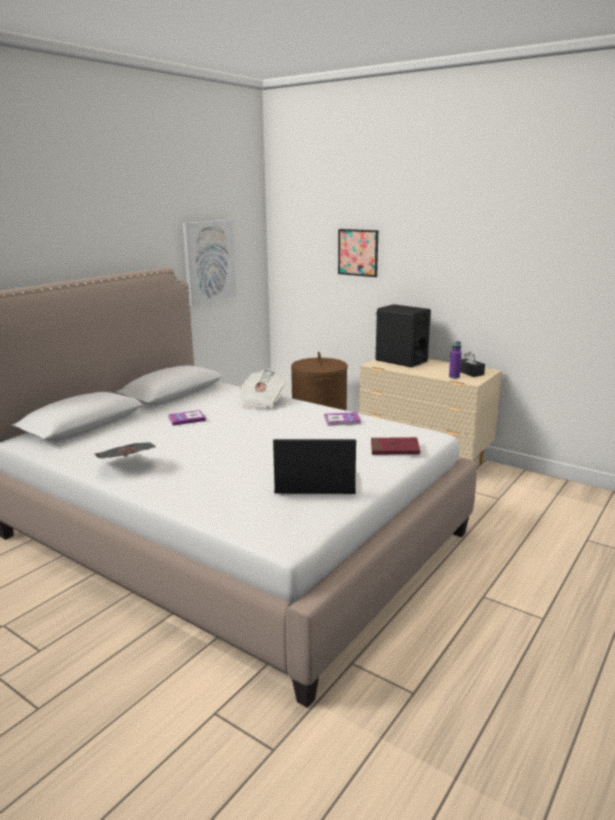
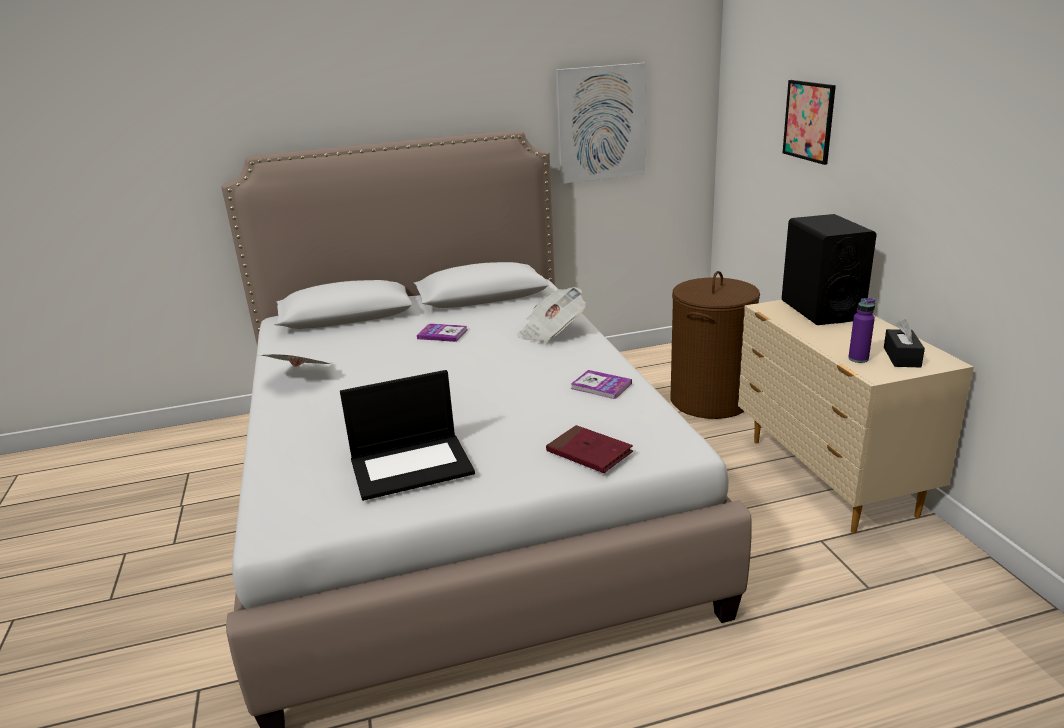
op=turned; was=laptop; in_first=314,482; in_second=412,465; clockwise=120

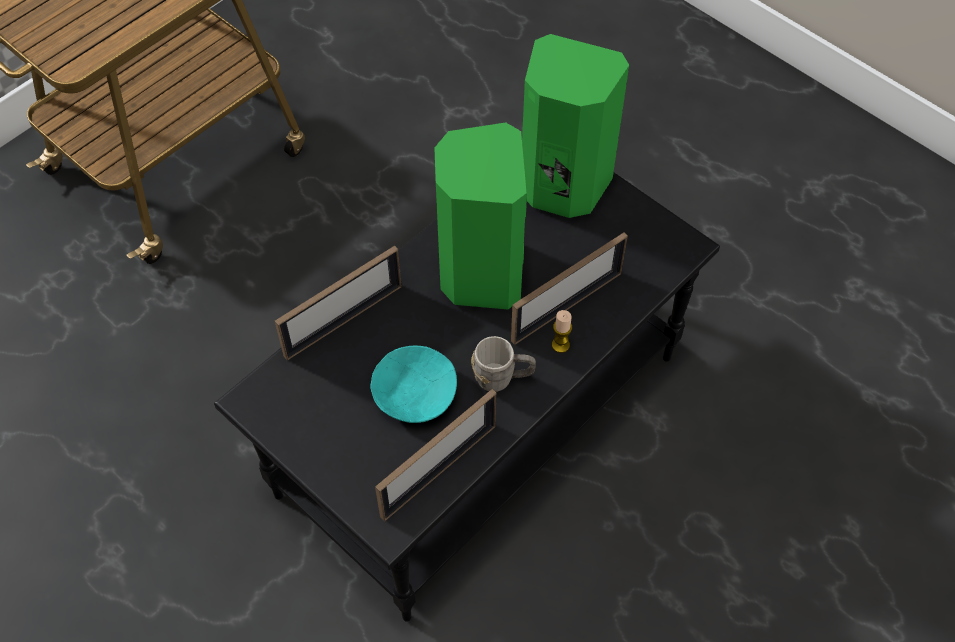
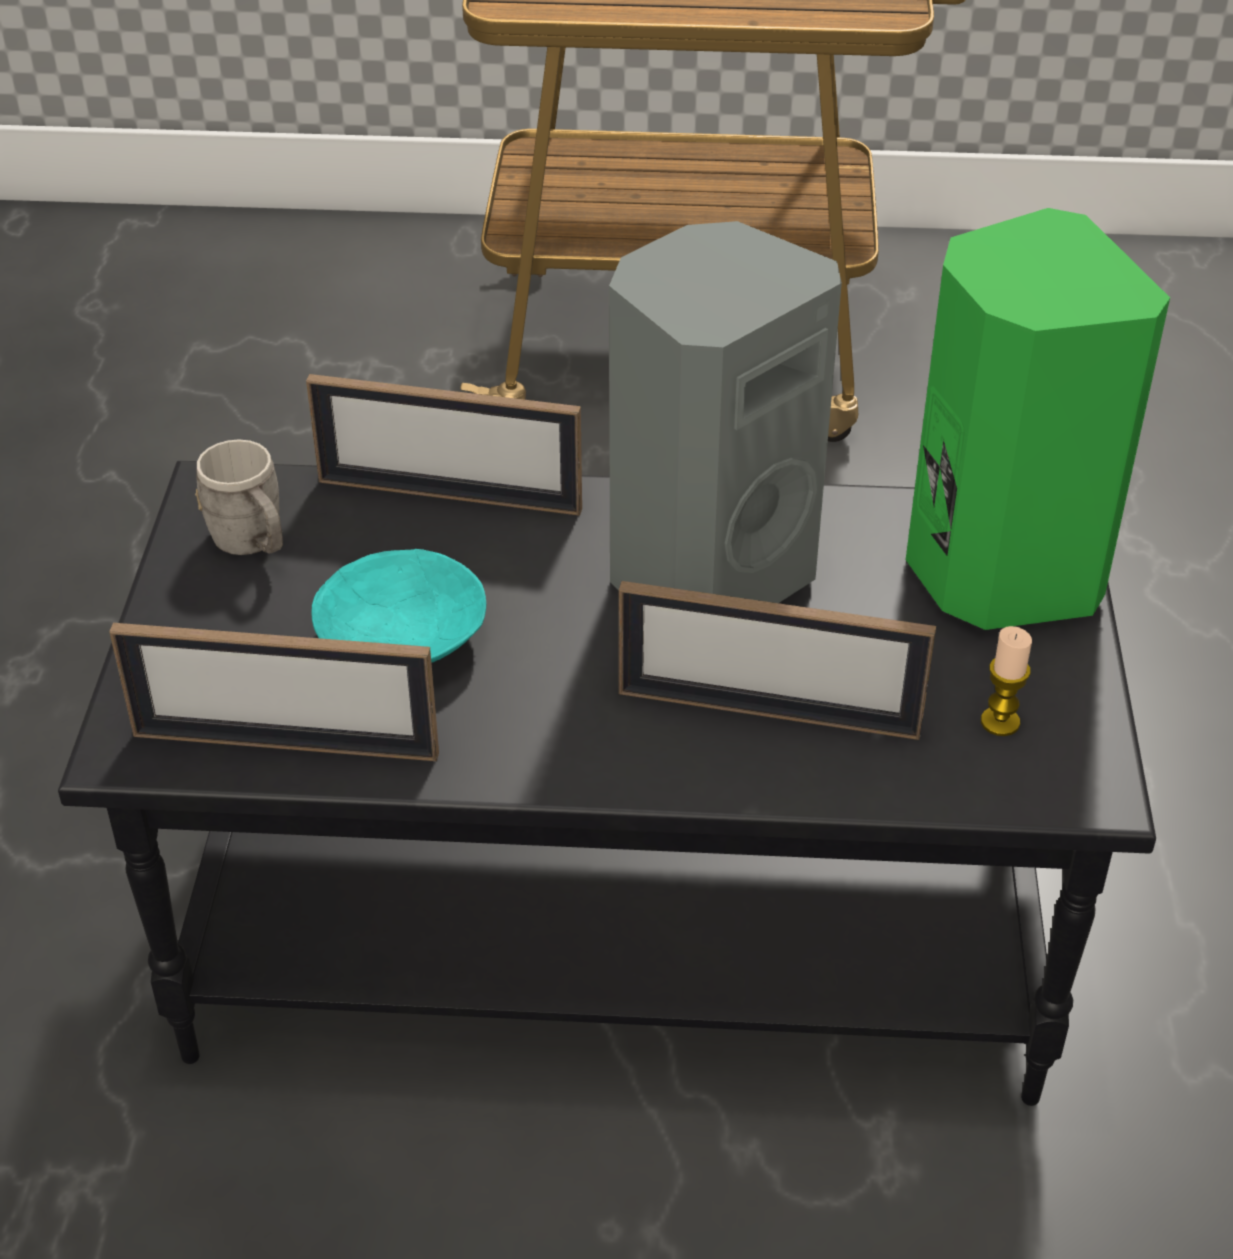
op=recoloured; was=green speaker; now=grey speaker; in_first=479,273; in_second=706,579
op=moved; was=grey mug; in_first=502,378; in_second=253,544
op=moved; was=candle; in_first=560,345; in_second=1000,722

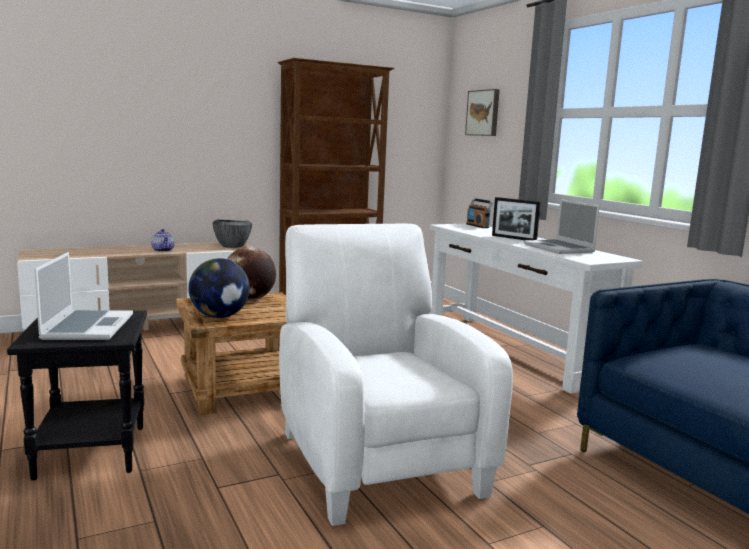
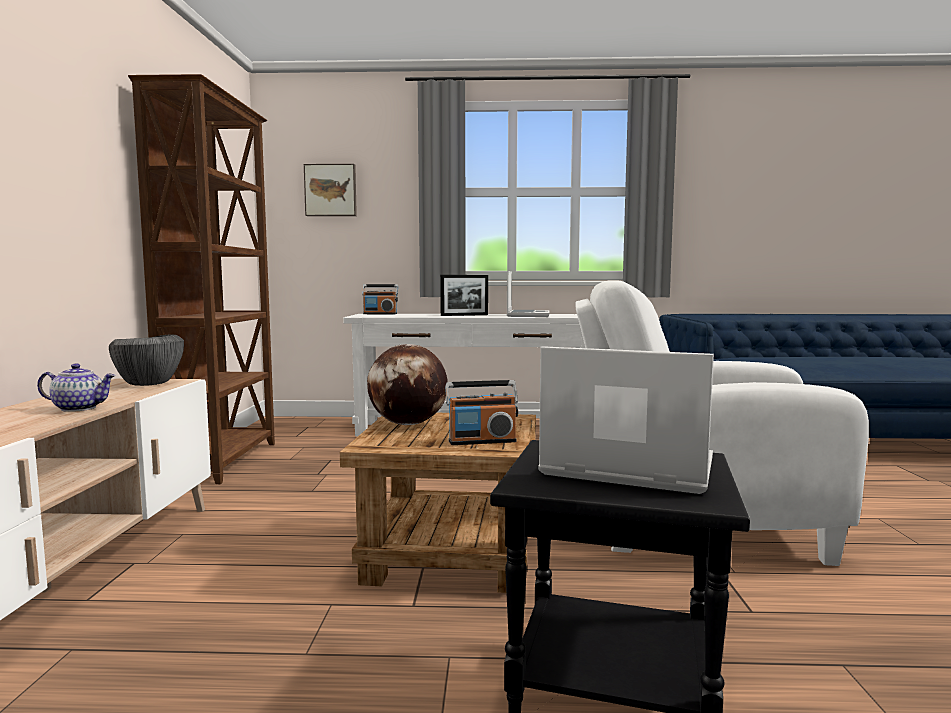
op=replaced; was=globe; now=radio; in_first=220,316; in_second=482,441
op=turned; was=laptop; in_first=559,248; in_second=527,315; clockwise=-90

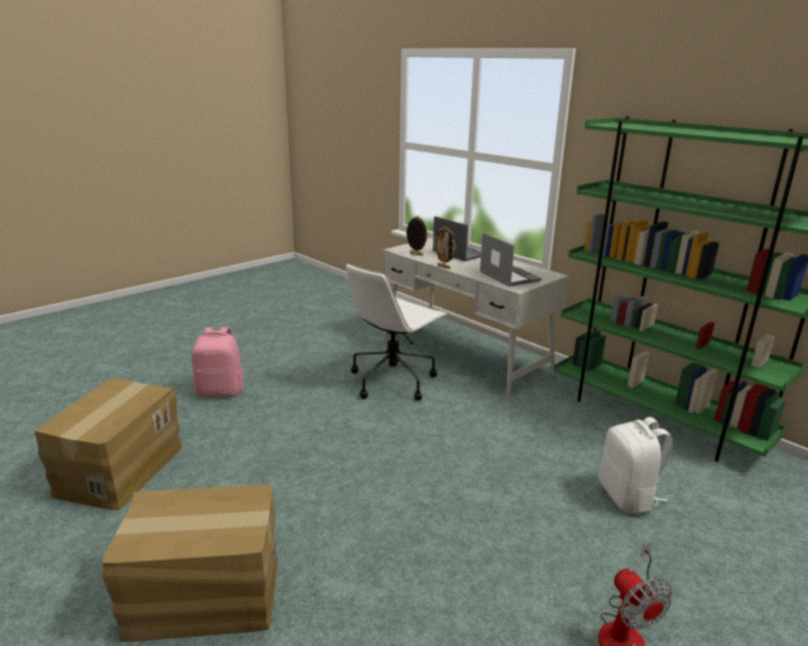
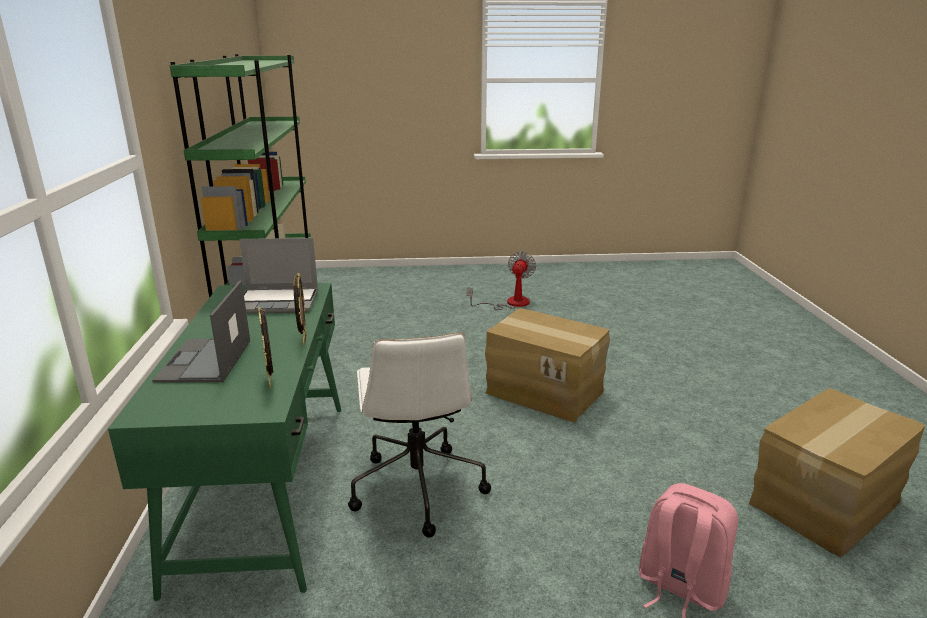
op=moved; was=cardboard box; in_first=204,596; in_second=545,391
op=turned; was=white office chair; in_first=393,380; in_second=417,487; clockwise=90
op=recoloured; was=white desk; now=green desk; in_first=464,355; in_second=267,485
op=turned; was=laptop; in_first=508,276; in_second=279,302; clockwise=-105
op=removed; was=white backpack; in_first=628,497

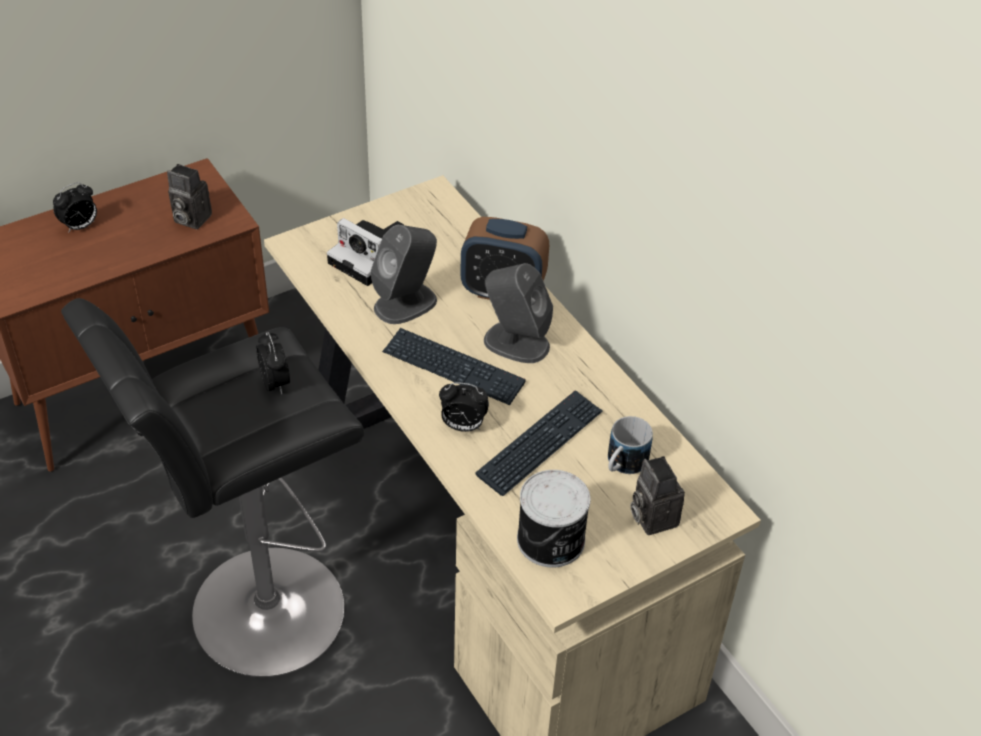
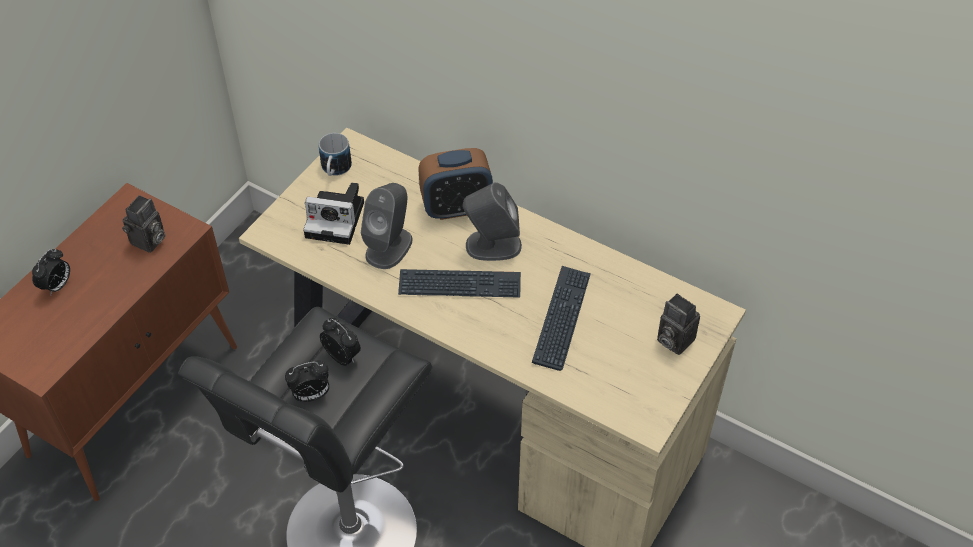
op=turned; was=photo camera; in_first=189,218; in_second=149,242; clockwise=-60
op=moved; was=alarm clock; in_first=462,426; in_second=311,395
op=removed; was=can; in_first=552,541
op=moved; was=mug; in_first=622,465; in_second=335,170

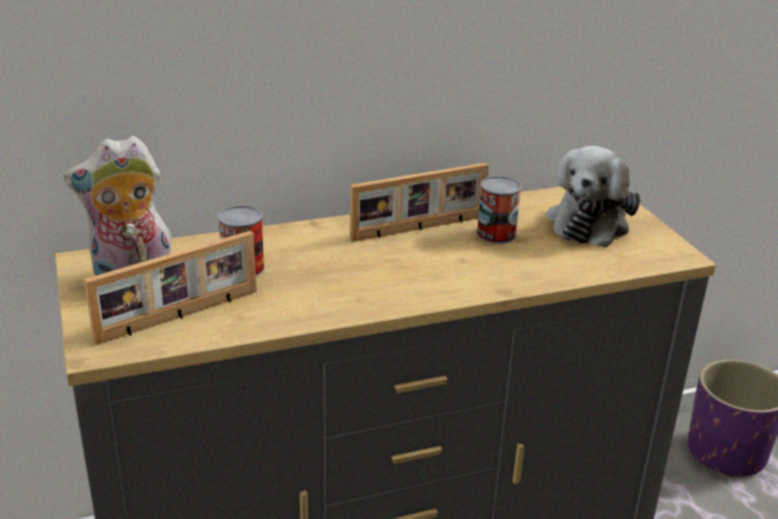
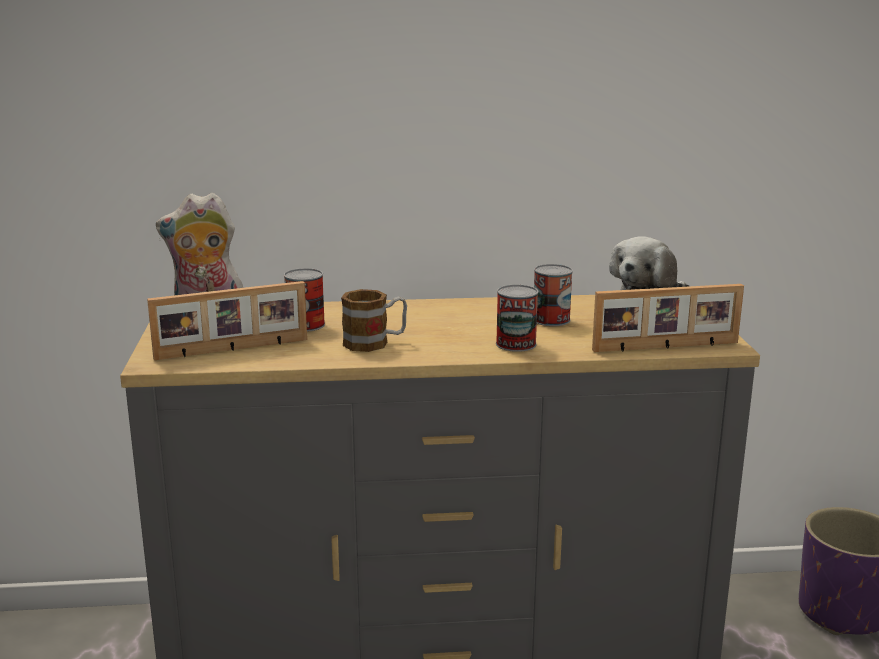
op=moved; was=picture frame; in_first=419,229; in_second=666,347
op=added; now=mug; in_second=375,343
op=added; now=can; in_second=516,344

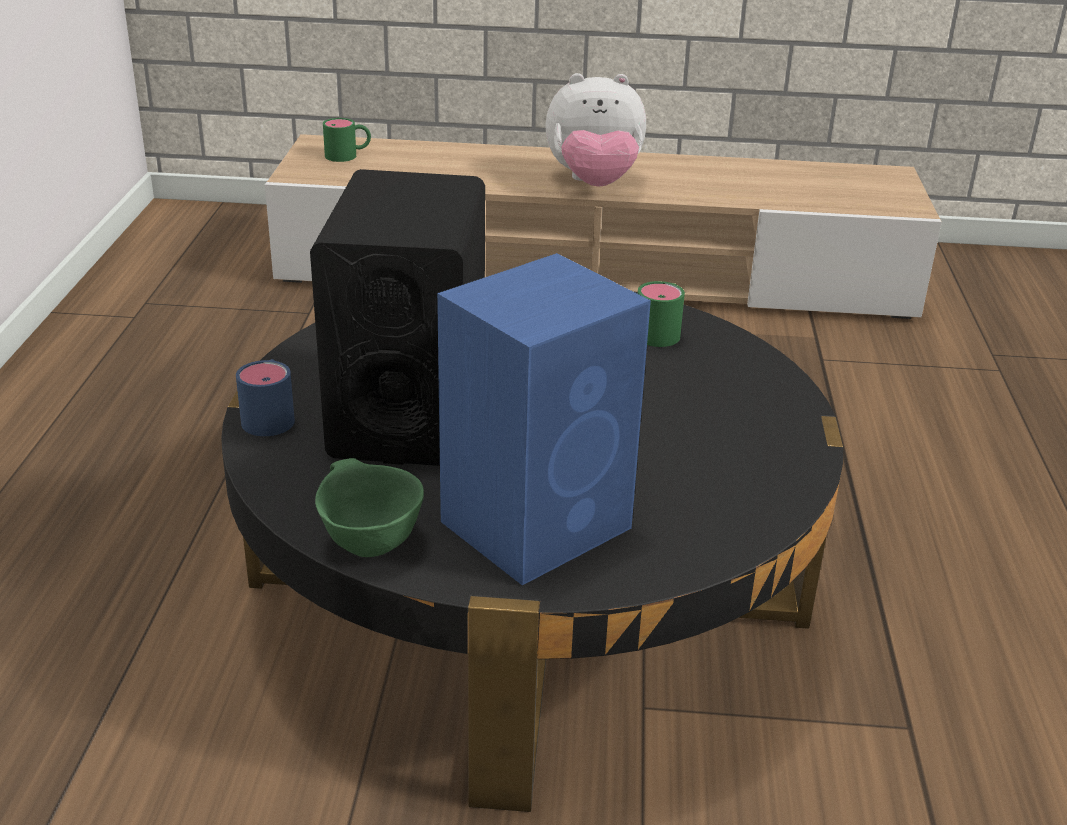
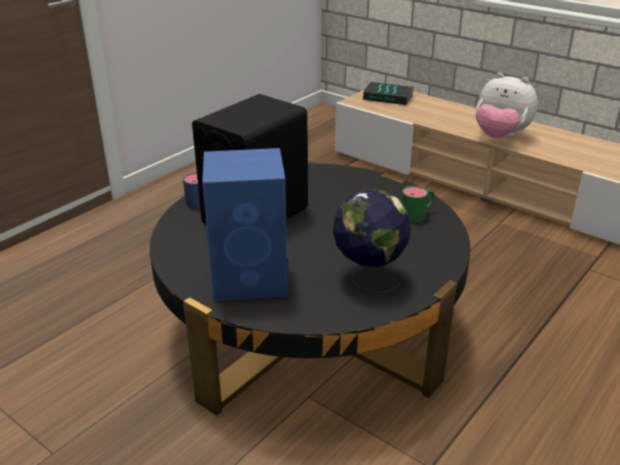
op=removed; was=green bowl; in_first=368,542
op=replaced; was=green mug; now=book; in_first=348,155; in_second=388,97
op=added; now=globe; in_second=368,277

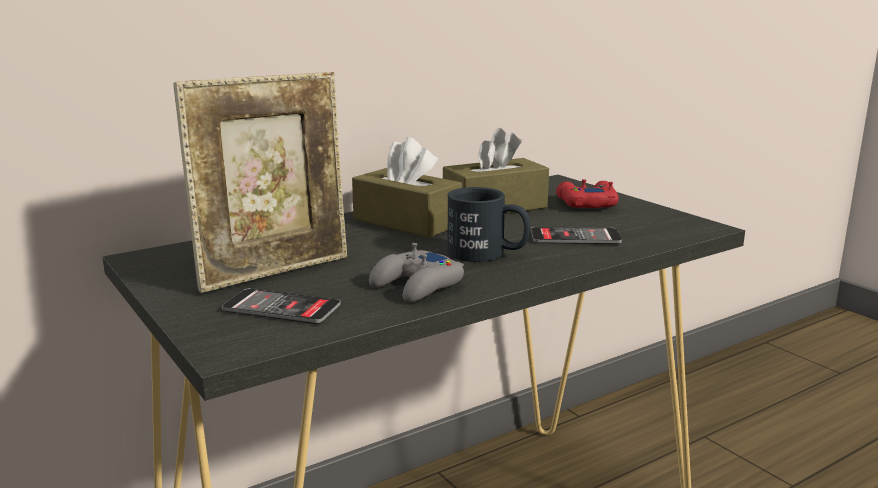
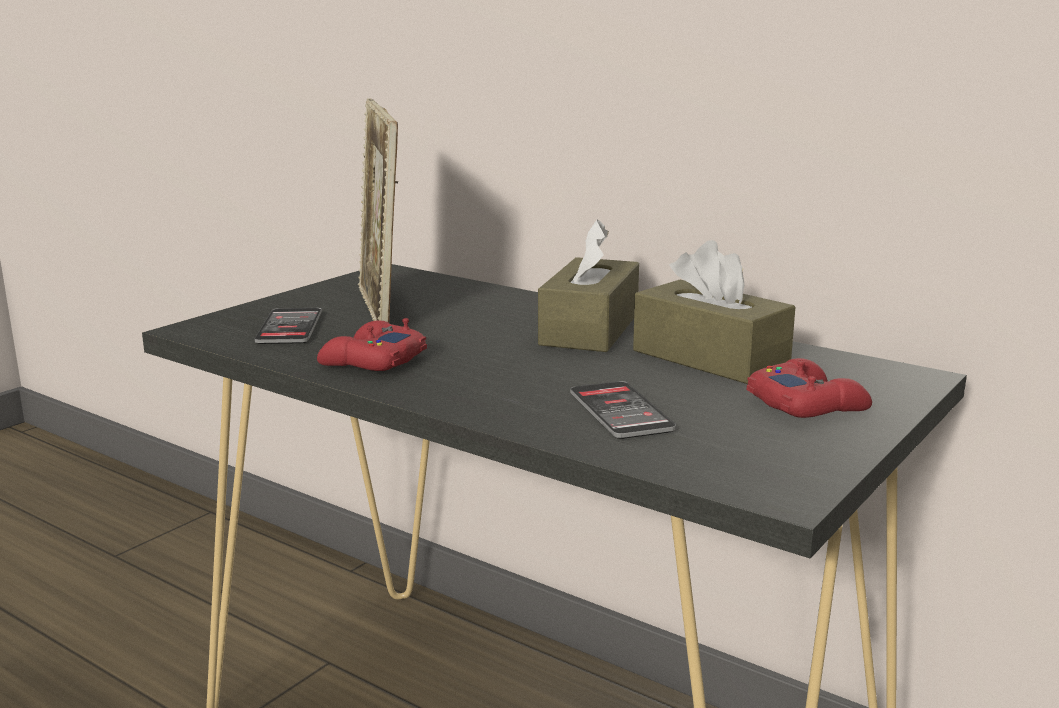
op=turned; was=picture frame; in_first=275,271; in_second=380,311; clockwise=45
op=recoloured; was=grey game controller; now=red game controller; in_first=417,286; in_second=372,361
op=removed; was=black mug; in_first=488,254

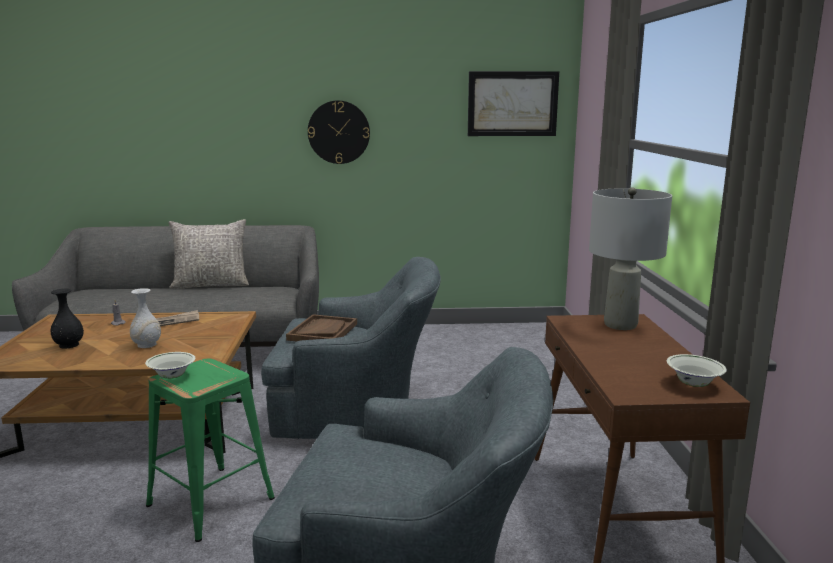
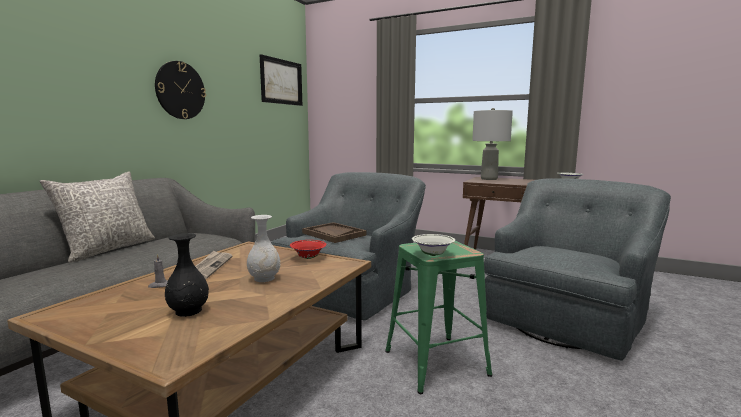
op=added; now=red bowl; in_second=308,258

